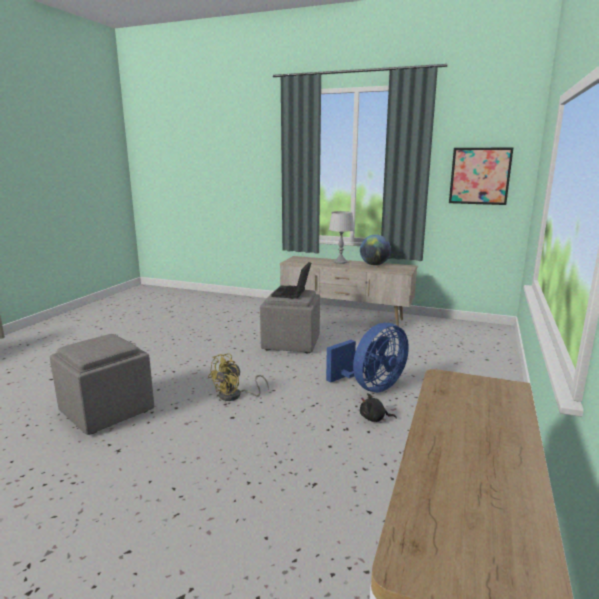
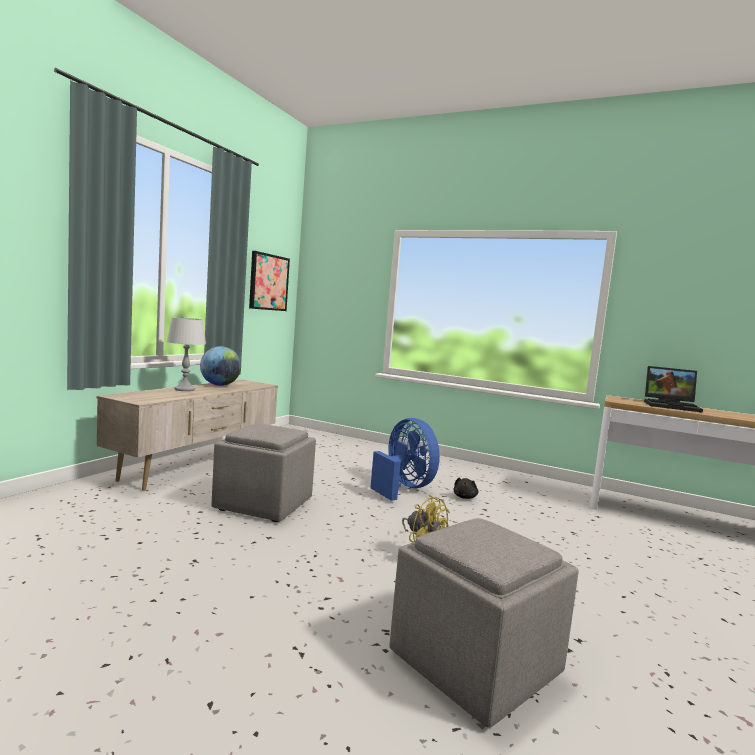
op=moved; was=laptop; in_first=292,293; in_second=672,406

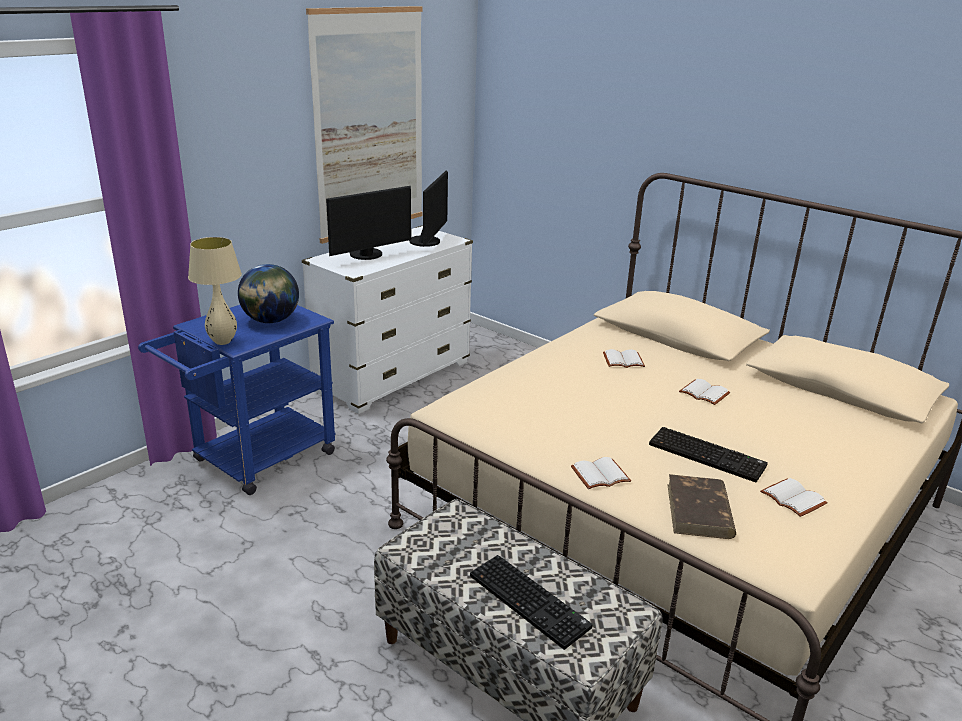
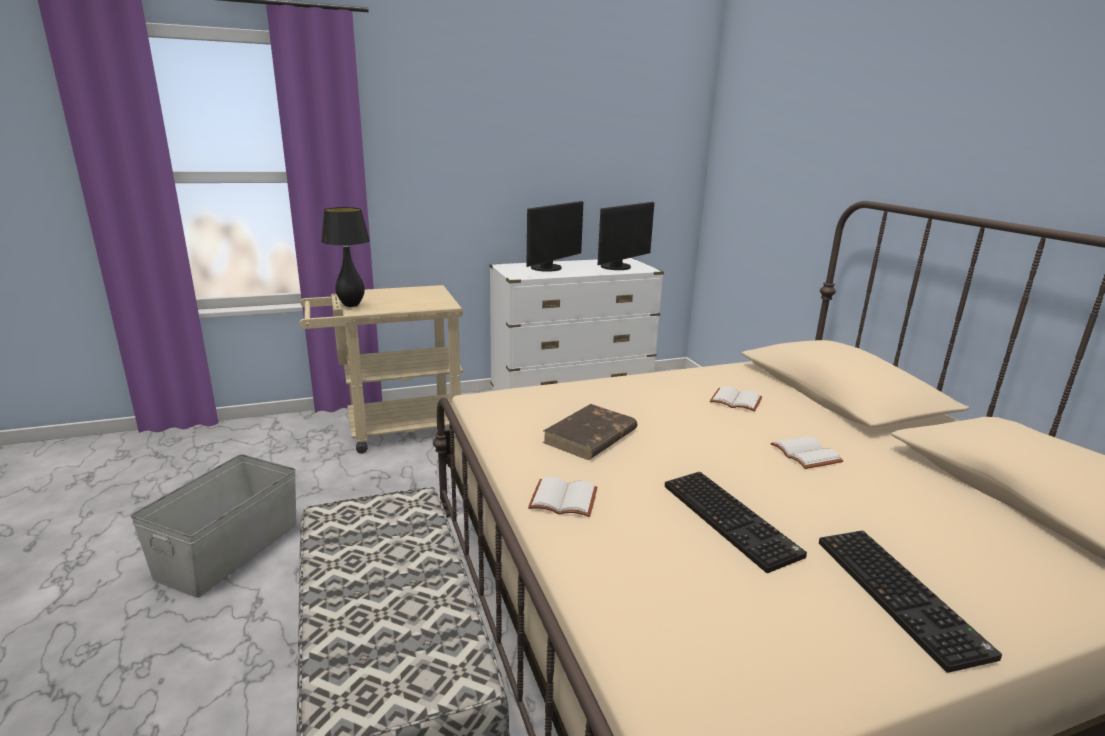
op=recoloured; was=blue cart; now=beige cart; in_first=255,461; in_second=392,429
op=recoloured; was=beige table lamp; now=black table lamp; in_first=222,342; in_second=351,305
op=removed; was=globe; in_first=271,321
op=removed; was=picture; in_first=369,124
op=turned; was=monitor; in_first=368,255; in_second=549,268; clockwise=-45
op=moved; was=keyboard; in_first=531,601; in_second=902,596
op=moved; was=brown book; in_first=699,511; in_second=590,437
op=removed; was=white book; in_first=791,499
op=added; now=grey storage box; in_second=231,550

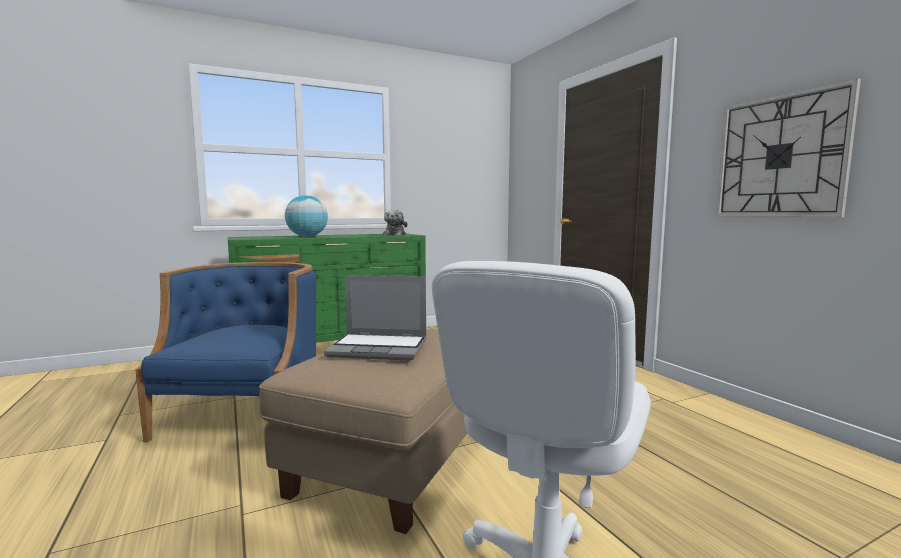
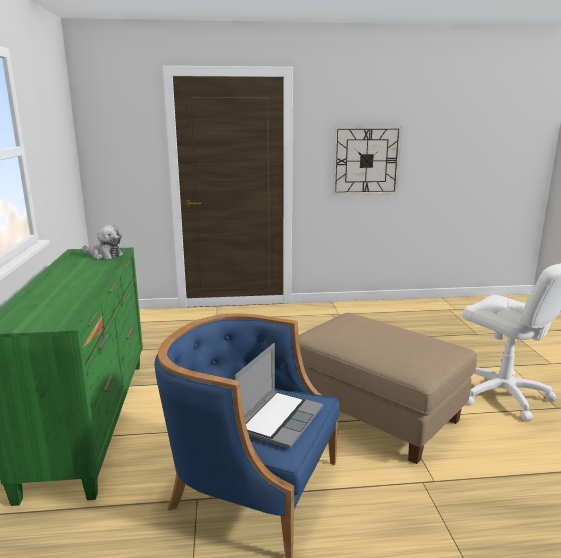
op=removed; was=globe; in_first=307,236
op=moved; was=laptop; in_first=380,348; in_second=279,419

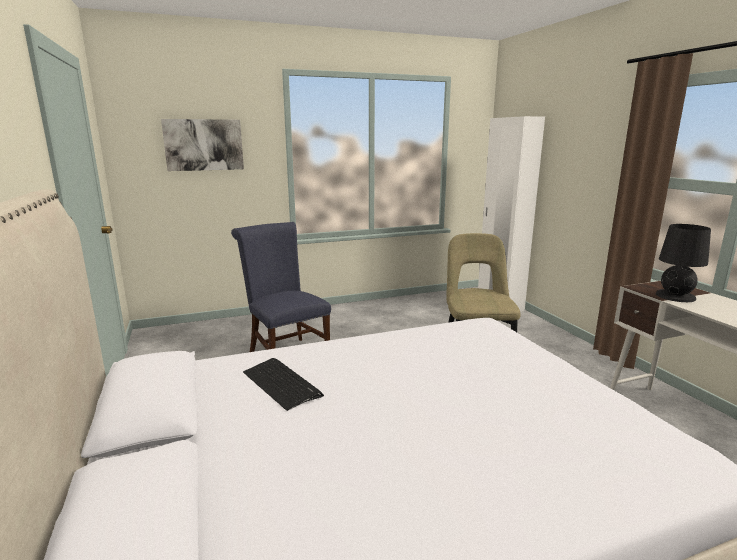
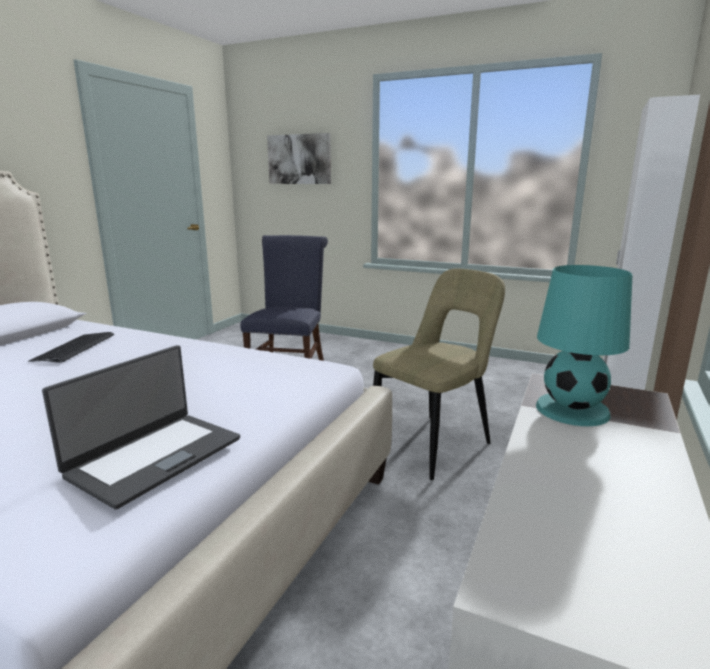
op=recoloured; was=black table lamp; now=turquoise table lamp; in_first=675,296; in_second=571,410
op=added; now=laptop; in_second=154,456

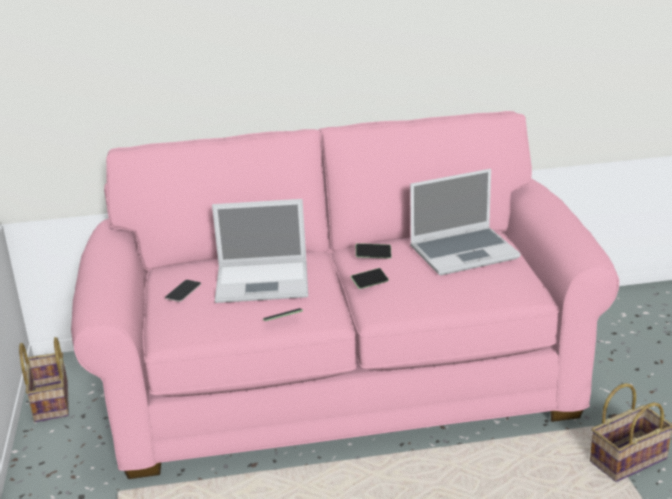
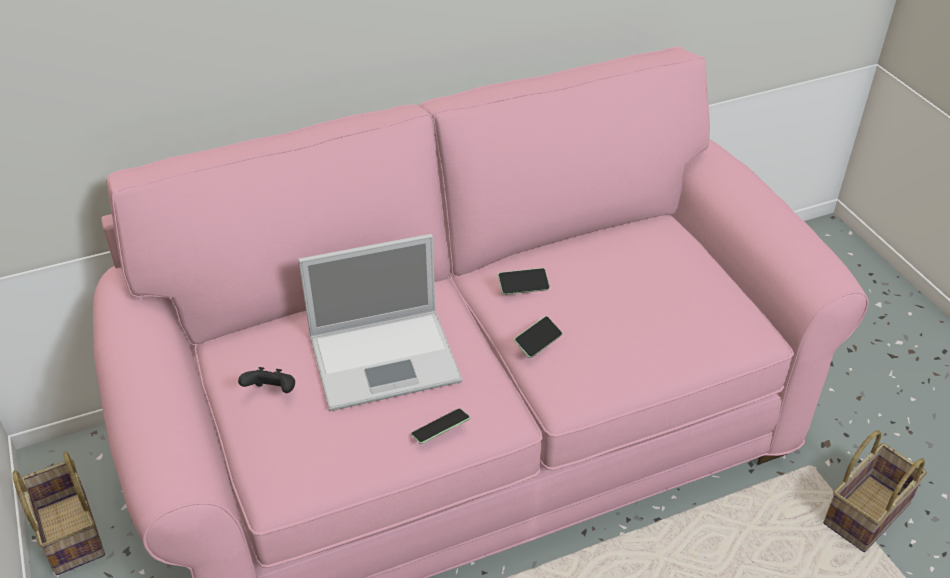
op=replaced; was=phone; now=black game controller; in_first=183,291; in_second=272,392
op=removed; was=laptop; in_first=464,252

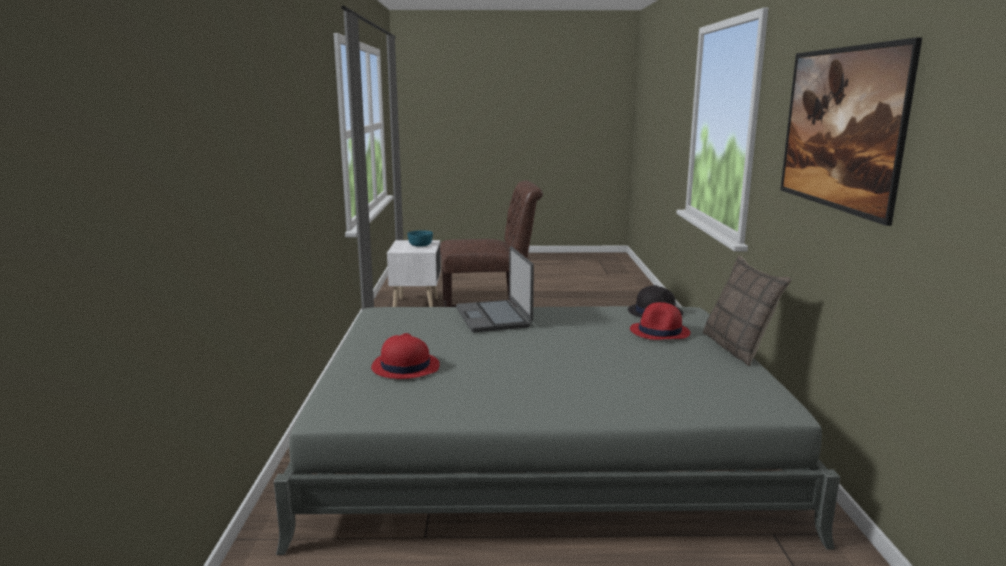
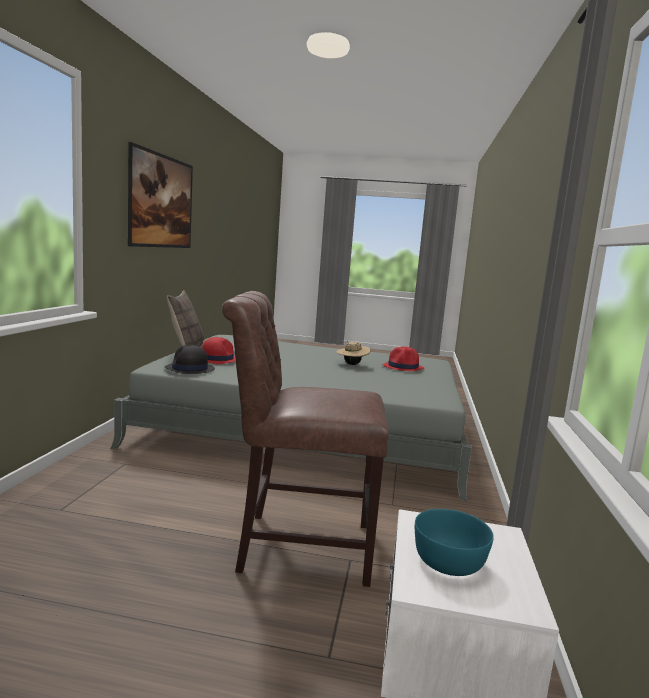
op=removed; was=laptop; in_first=494,317
op=added; now=beige hat; in_second=351,364

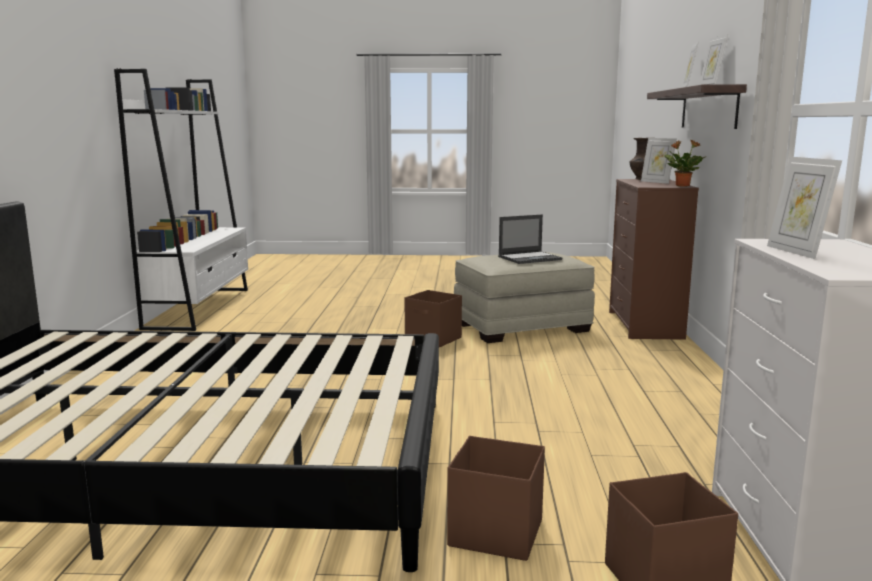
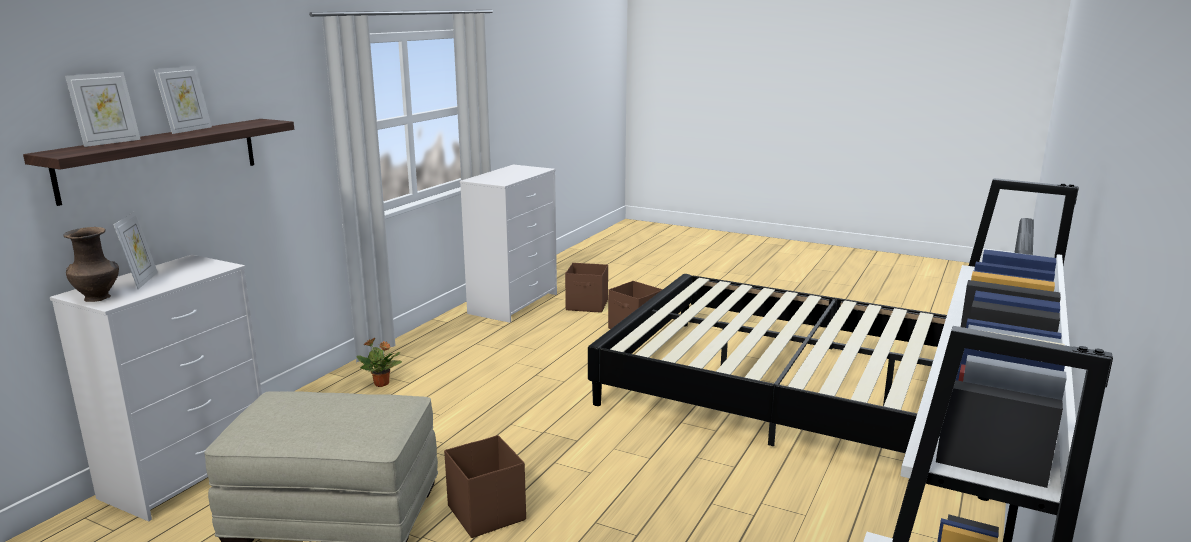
op=removed; was=laptop; in_first=530,258
op=recoloured; was=brown dresser; now=white dresser; in_first=645,325; in_second=188,473
op=moved; was=potted plant; in_first=682,186; in_second=382,384
op=removed; was=picture frame; in_first=796,252

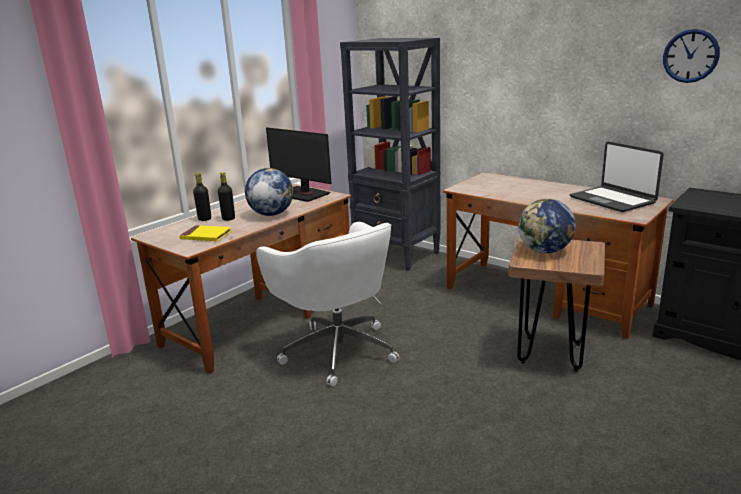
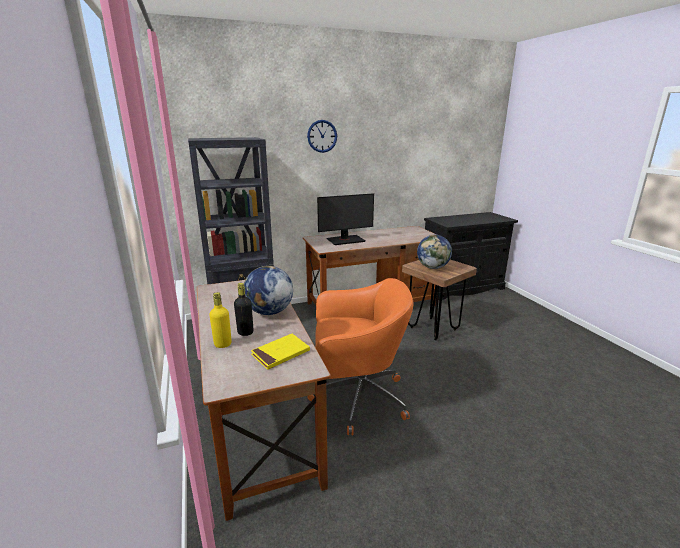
op=recoloured; was=black bottle; now=yellow bottle; in_first=204,219; in_second=223,344
op=recoloured; was=white office chair; now=orange office chair; in_first=337,350; in_second=357,398
op=moved; was=monitor; in_first=303,194; in_second=345,240
op=removed; was=laptop; in_first=612,200
op=moved; was=wall clock; in_first=690,56; in_second=322,136

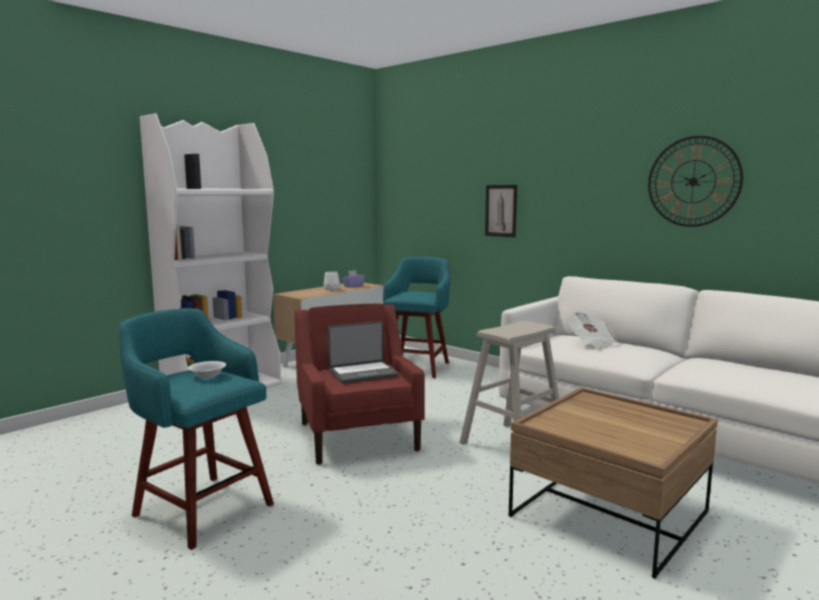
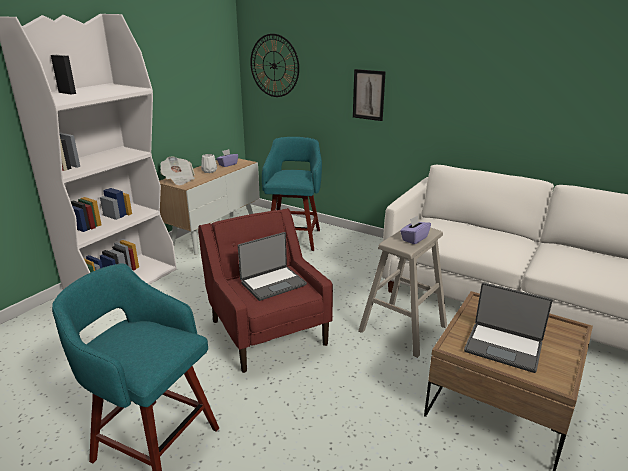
op=removed; was=white bowl; in_first=207,376
op=moved; was=newspaper; in_first=591,343; in_second=178,180
op=moved; was=wall clock; in_first=693,181; in_second=274,66
op=added; now=purple tissue box; in_second=414,239
op=added; now=laptop; in_second=503,347

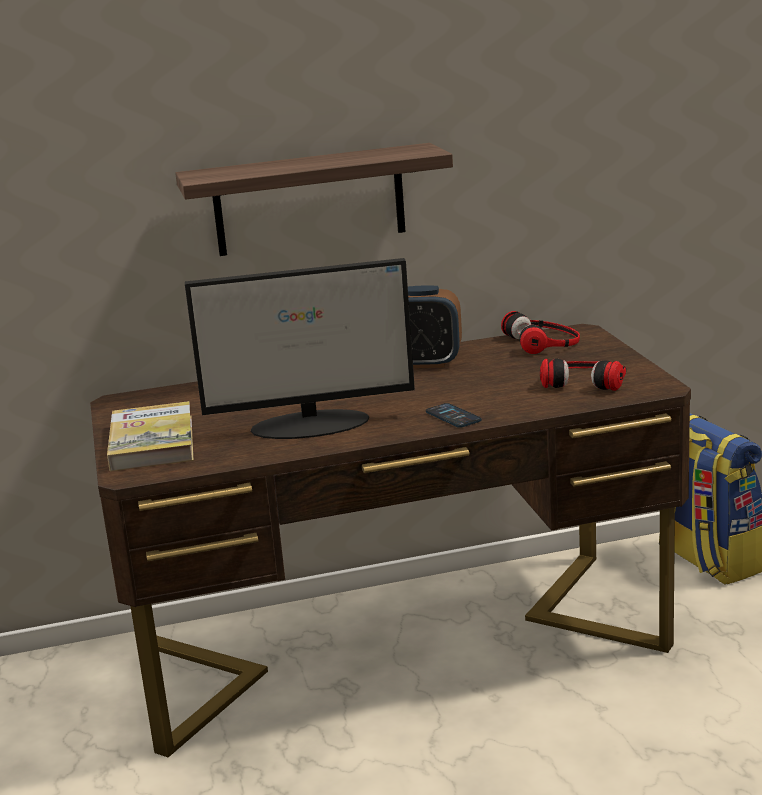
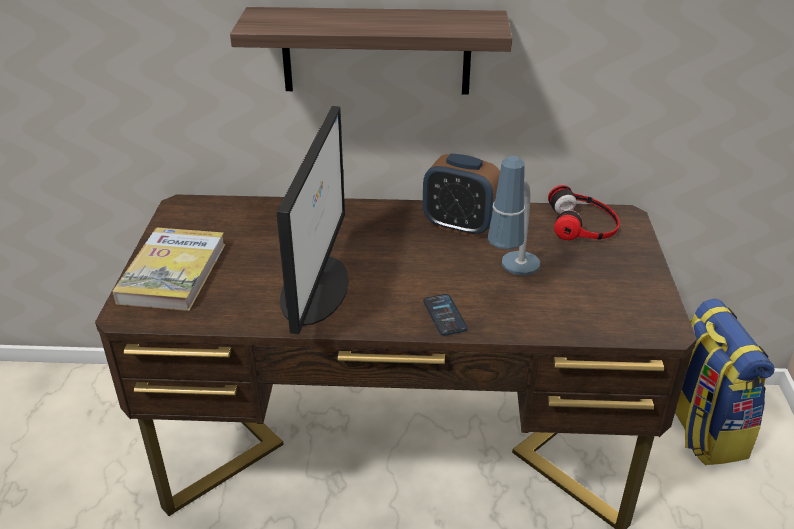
op=turned; was=monitor; in_first=312,424; in_second=316,288; clockwise=-90
op=removed; was=headphones; in_first=584,380
op=added; now=table lamp; in_second=511,279

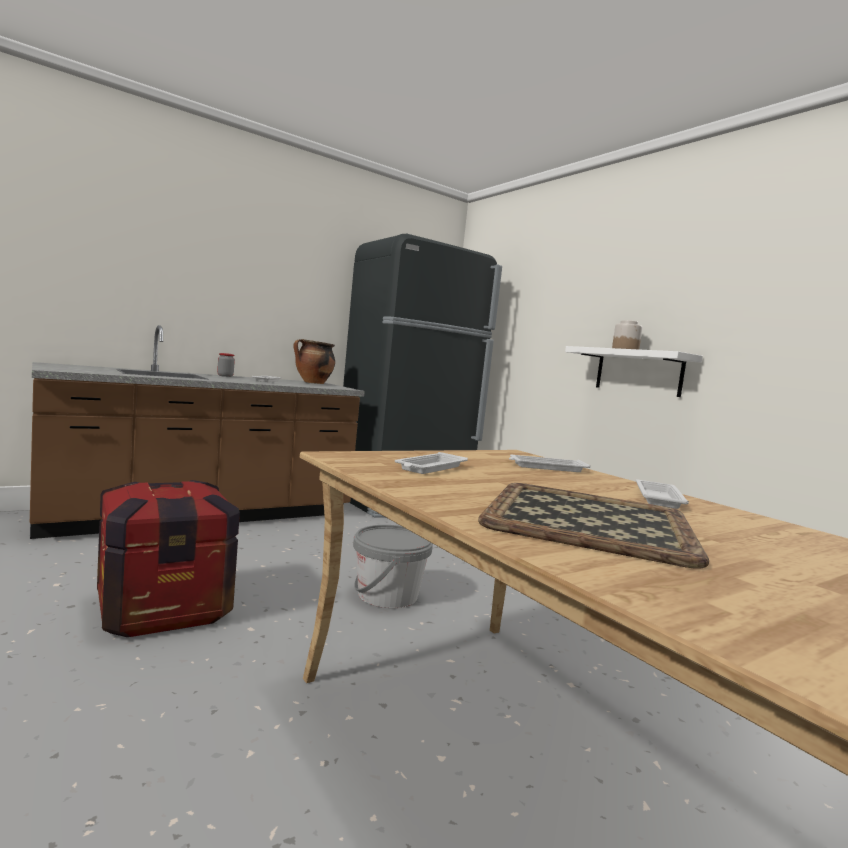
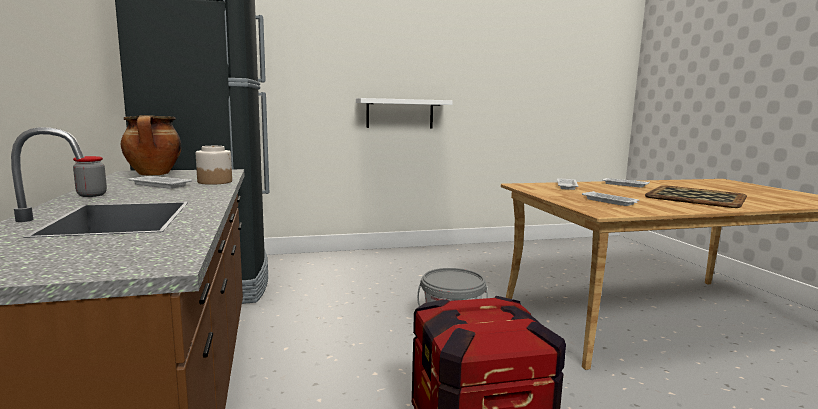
op=moved; was=jar; in_first=625,349; in_second=215,182

